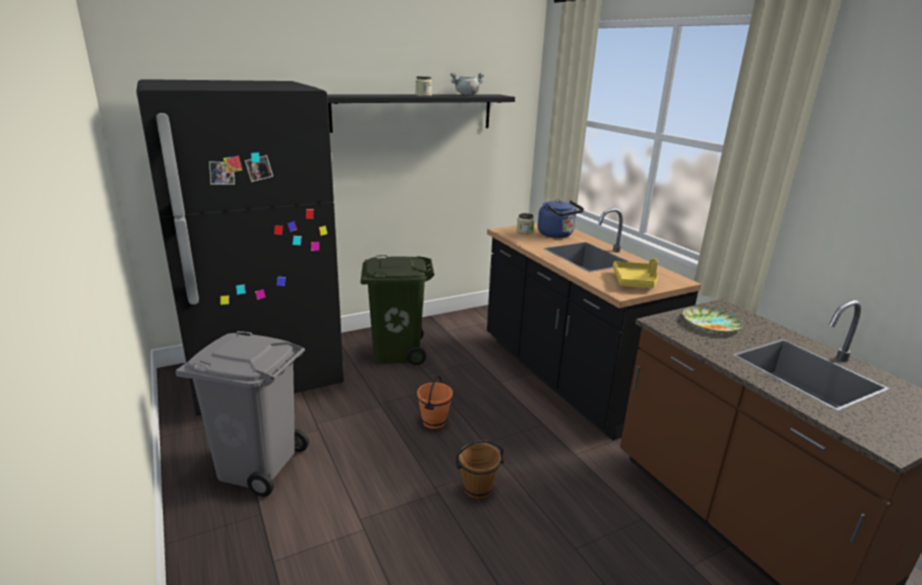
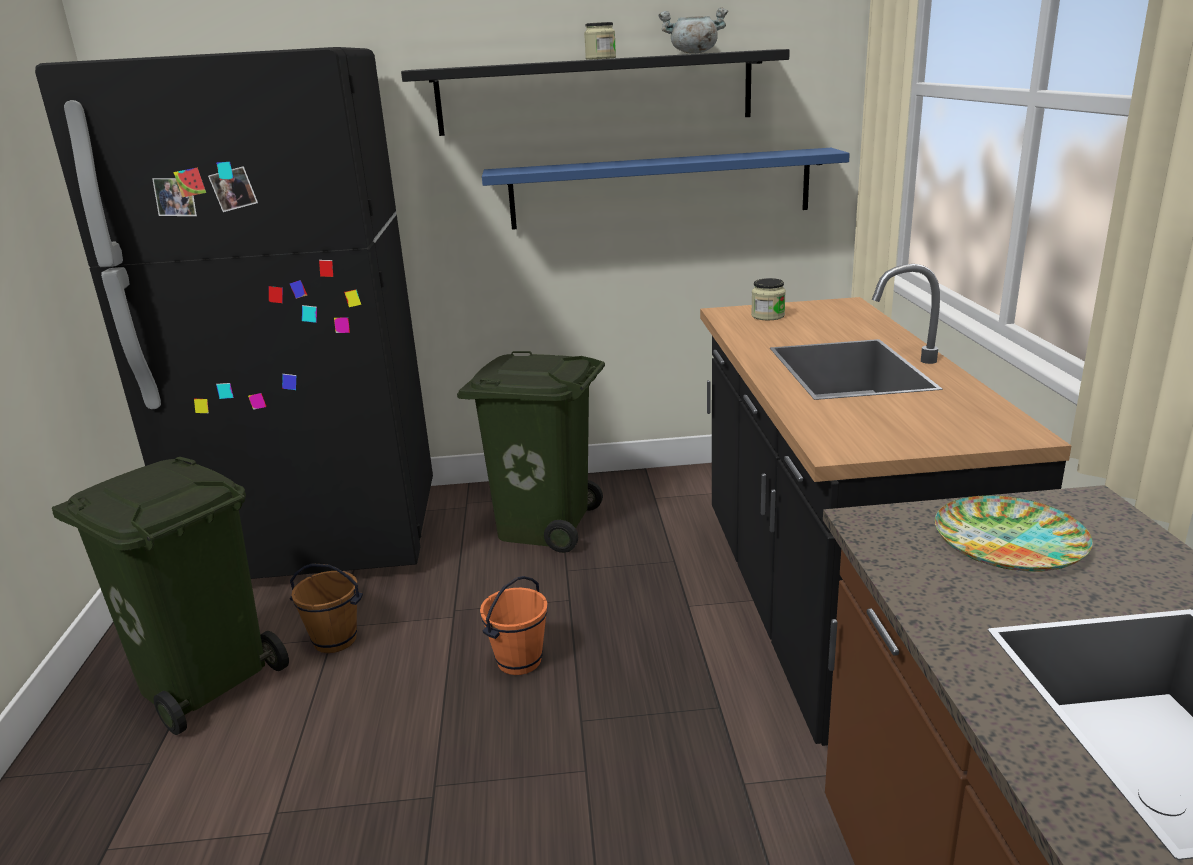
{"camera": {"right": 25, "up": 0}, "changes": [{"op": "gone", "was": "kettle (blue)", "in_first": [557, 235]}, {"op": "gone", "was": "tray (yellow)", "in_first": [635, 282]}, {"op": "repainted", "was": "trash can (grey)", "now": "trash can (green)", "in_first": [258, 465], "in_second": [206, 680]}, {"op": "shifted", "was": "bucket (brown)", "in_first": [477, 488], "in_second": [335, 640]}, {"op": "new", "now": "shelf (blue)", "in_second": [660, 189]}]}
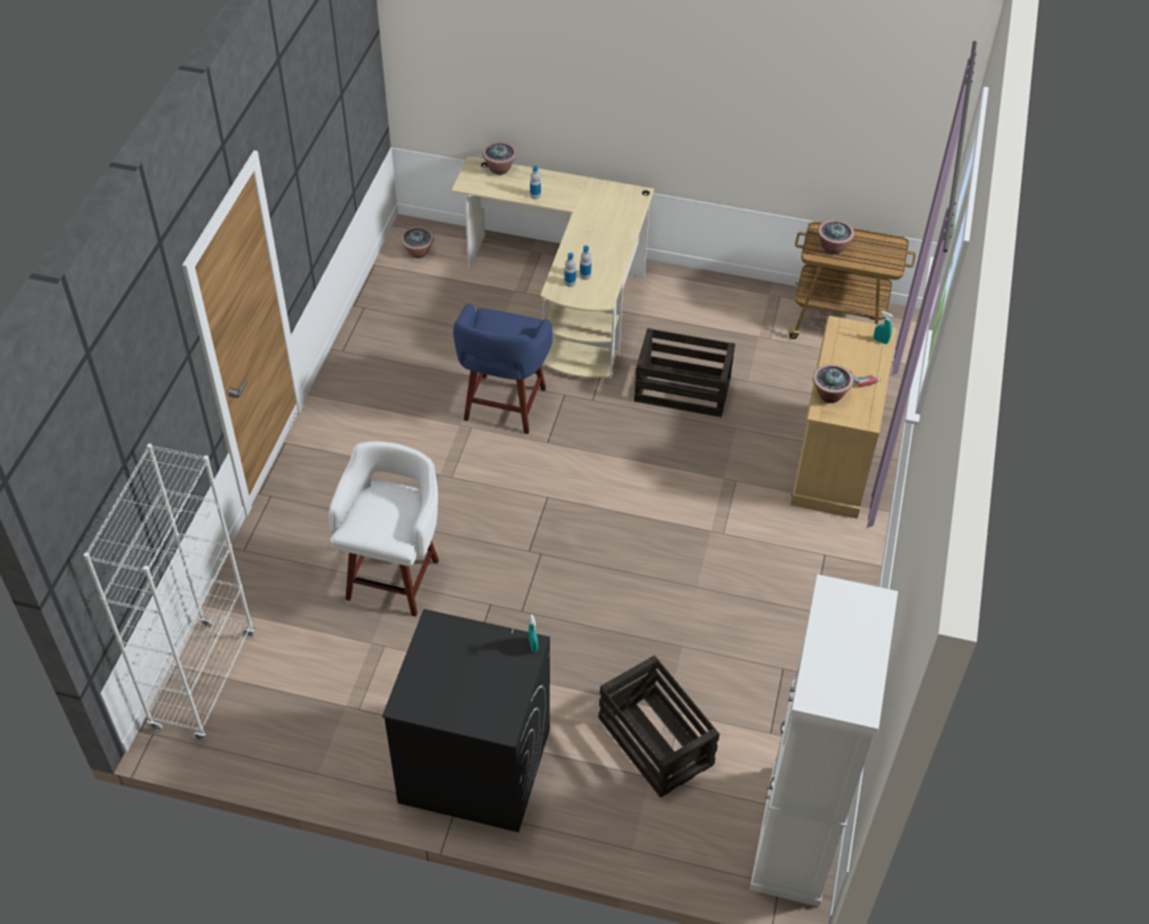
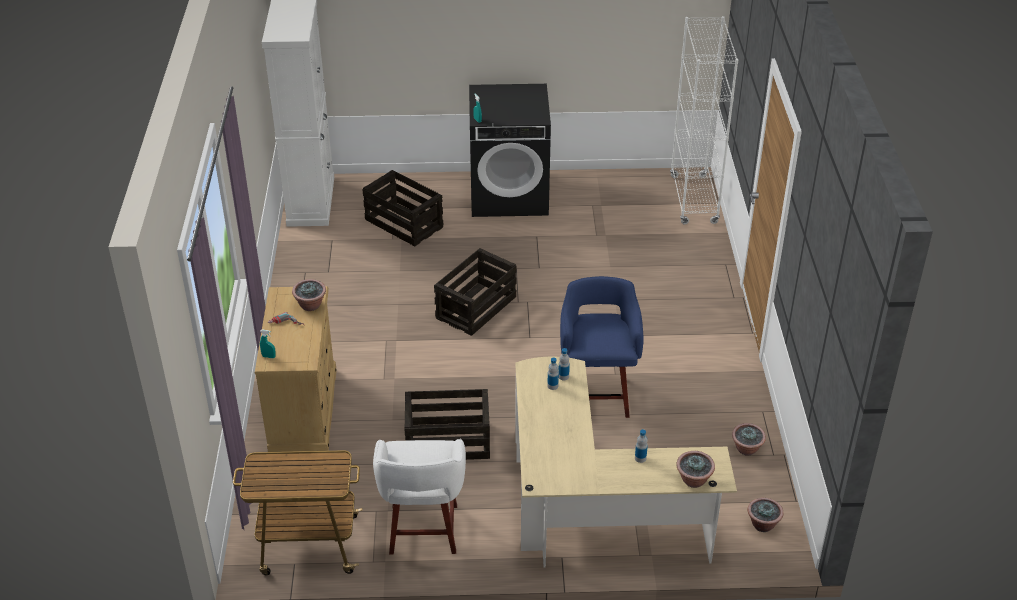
{"camera": {"right": 165, "up": -10}, "changes": [{"op": "shifted", "was": "potted plant", "in_first": [832, 248], "in_second": [746, 449]}, {"op": "shifted", "was": "stool (white)", "in_first": [394, 576], "in_second": [423, 532]}, {"op": "new", "now": "crate", "in_second": [476, 307]}]}
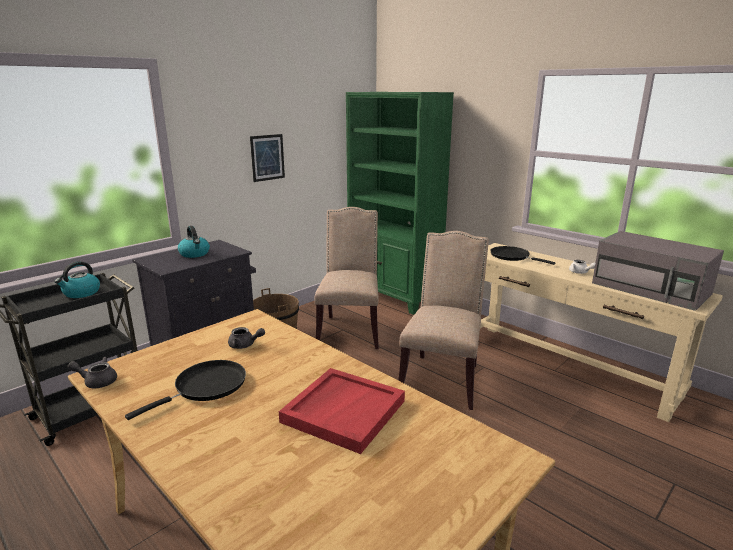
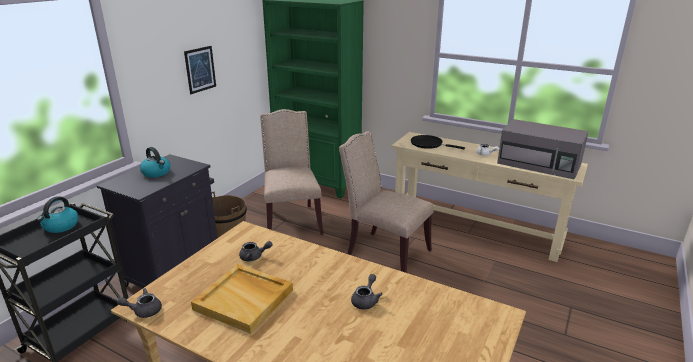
{"camera": {"right": -15, "up": 5}, "changes": [{"op": "rotated", "was": "chair (beige)", "in_first": [442, 378], "in_second": [384, 252], "clockwise": -60}, {"op": "swapped", "was": "frying pan (black)", "now": "tray (beige)", "in_first": [206, 387], "in_second": [245, 299]}, {"op": "swapped", "was": "tray (red)", "now": "teapot (grey)", "in_first": [343, 410], "in_second": [366, 300]}]}
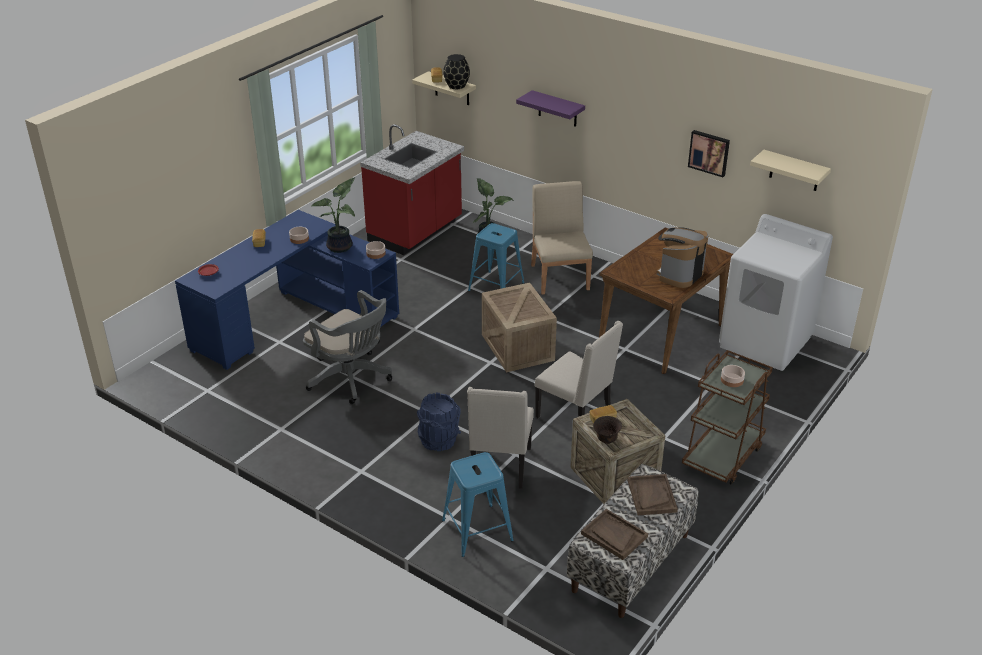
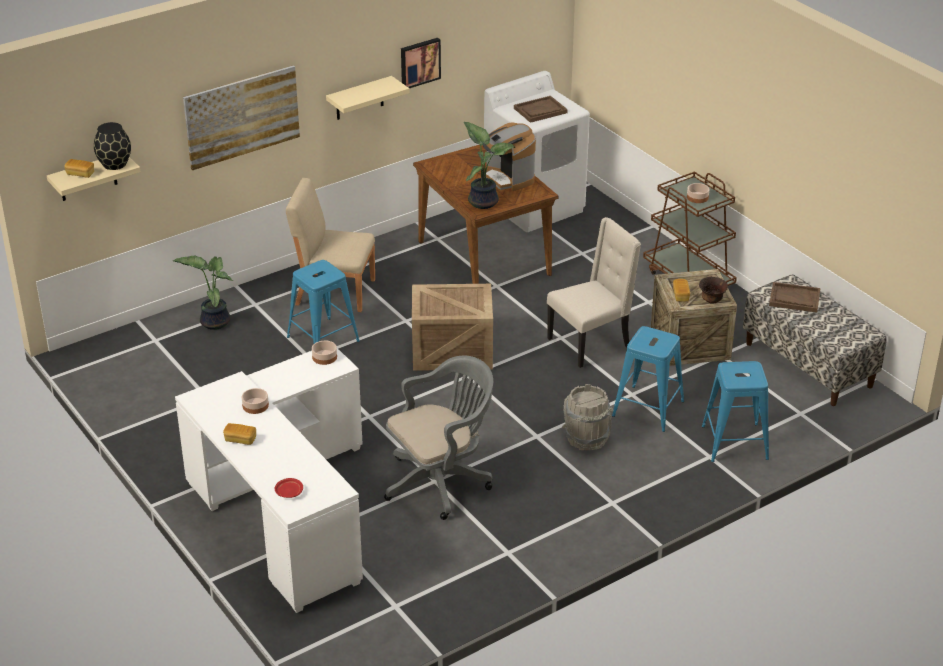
{"camera": {"right": -70, "up": 0}, "changes": [{"op": "swapped", "was": "shelf (purple)", "now": "picture", "in_first": [557, 109], "in_second": [242, 116]}, {"op": "gone", "was": "counter (red)", "in_first": [416, 232]}, {"op": "shifted", "was": "shelf (beige)", "in_first": [794, 171], "in_second": [359, 98]}, {"op": "shifted", "was": "potted plant", "in_first": [341, 247], "in_second": [483, 201]}, {"op": "repainted", "was": "desk (blue)", "now": "desk (white)", "in_first": [293, 319], "in_second": [281, 509]}, {"op": "swapped", "was": "chair (beige)", "now": "stool (blue)", "in_first": [500, 467], "in_second": [648, 408]}, {"op": "repainted", "was": "bucket (blue)", "now": "bucket (grey)", "in_first": [439, 440], "in_second": [586, 439]}, {"op": "shifted", "was": "tray (brown)", "in_first": [614, 535], "in_second": [540, 111]}]}
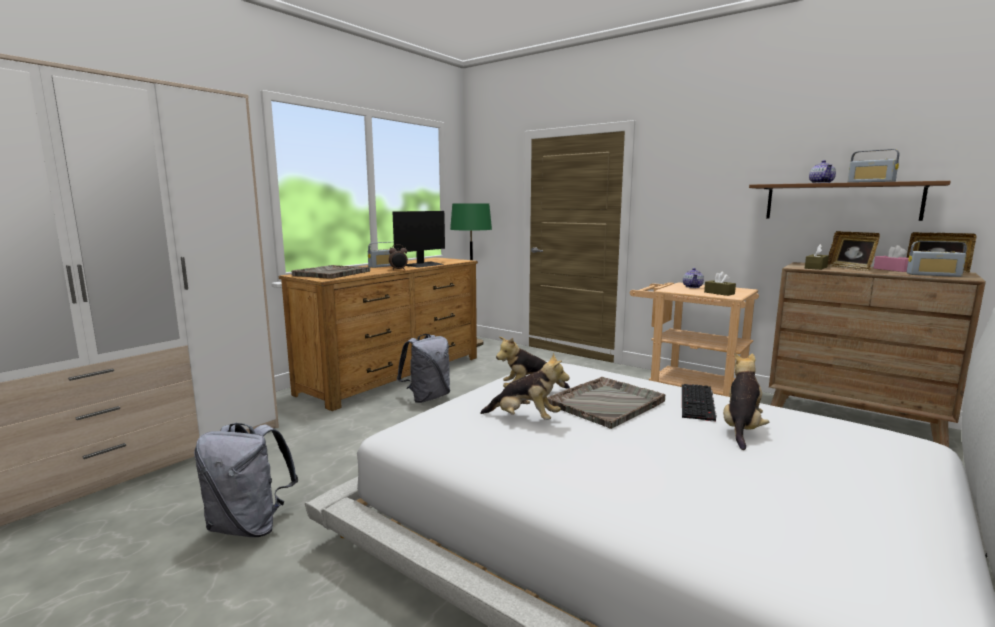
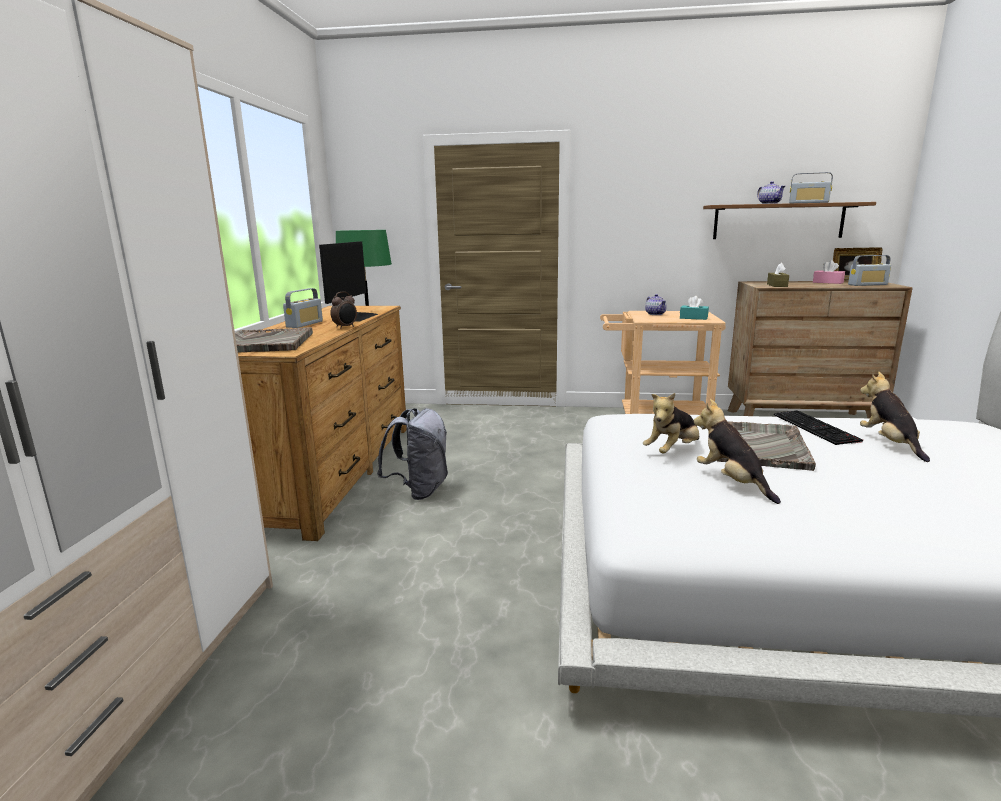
{"camera": {"right": -30, "up": 5}, "changes": [{"op": "gone", "was": "picture frame", "in_first": [850, 268]}, {"op": "repainted", "was": "tissue box (brown)", "now": "tissue box (turquoise)", "in_first": [719, 293], "in_second": [693, 318]}, {"op": "rotated", "was": "plush toy", "in_first": [525, 419], "in_second": [731, 482], "clockwise": -105}, {"op": "gone", "was": "backpack (grey)", "in_first": [250, 526]}]}
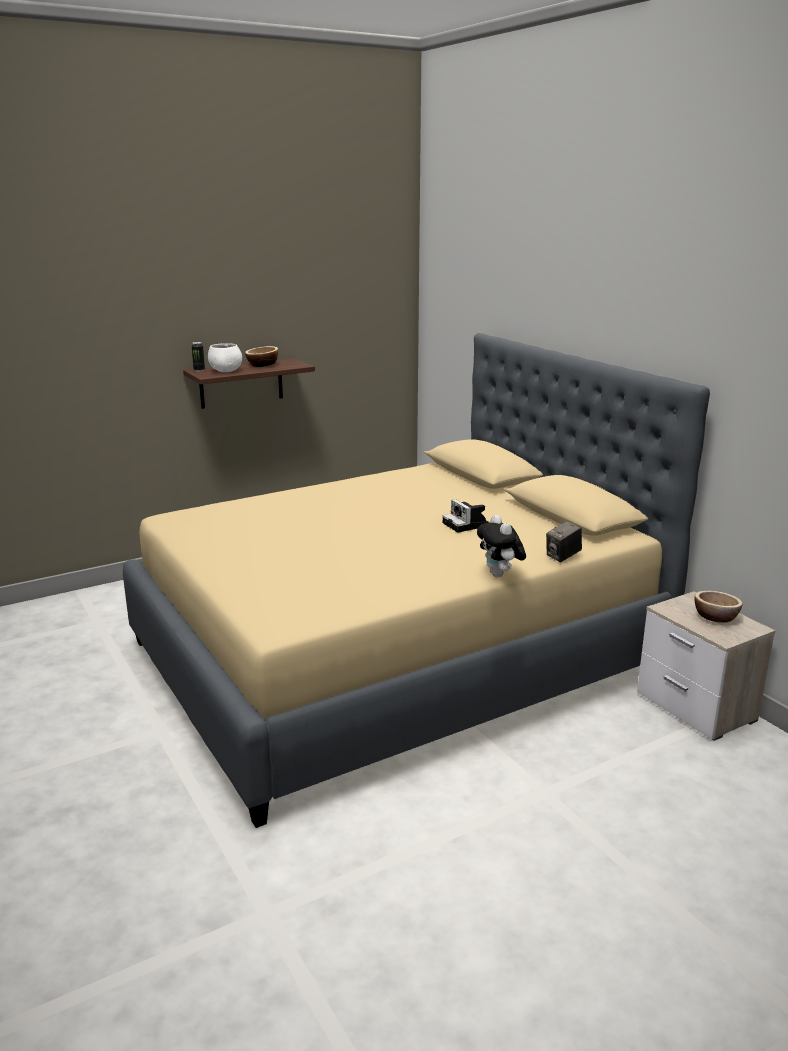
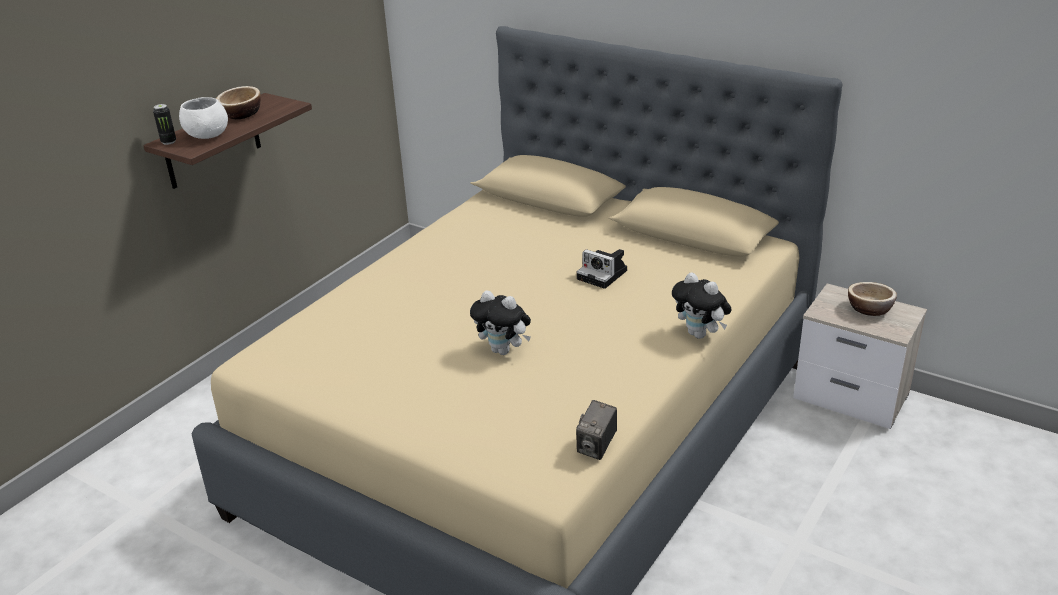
{"camera": {"right": -25, "up": 10}, "changes": [{"op": "shifted", "was": "photo camera", "in_first": [563, 557], "in_second": [596, 447]}, {"op": "new", "now": "plush toy", "in_second": [504, 350]}]}
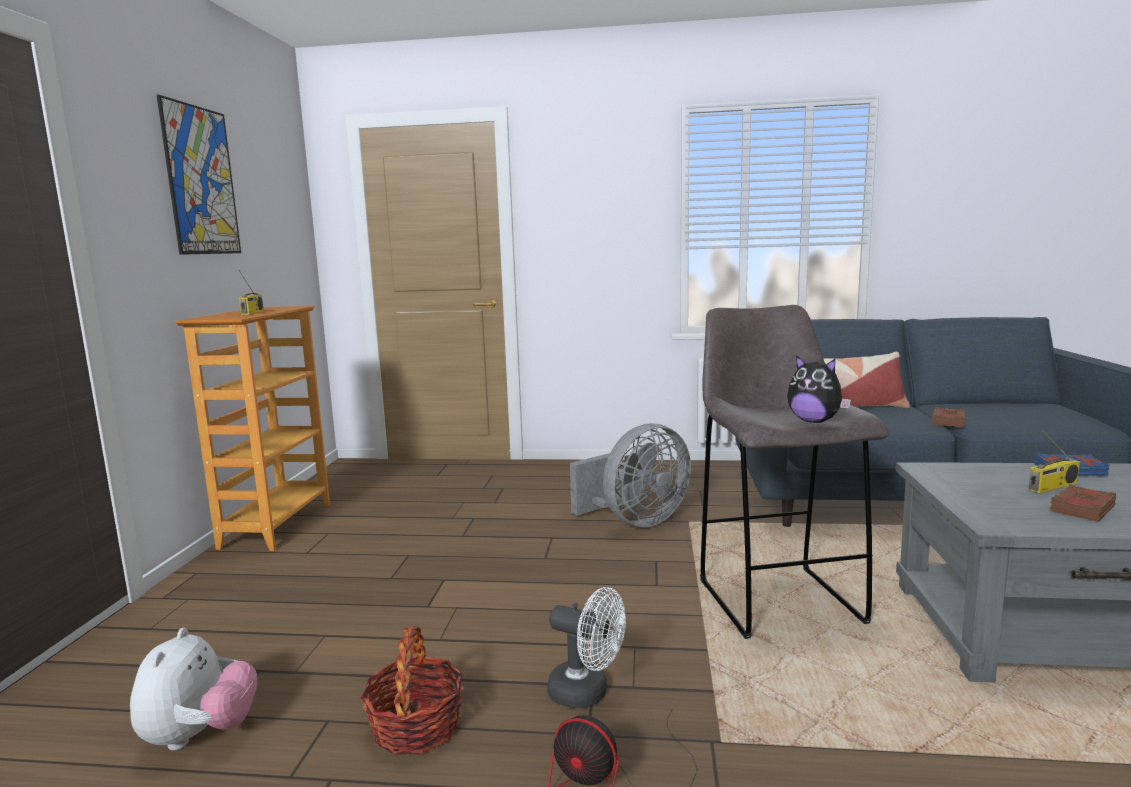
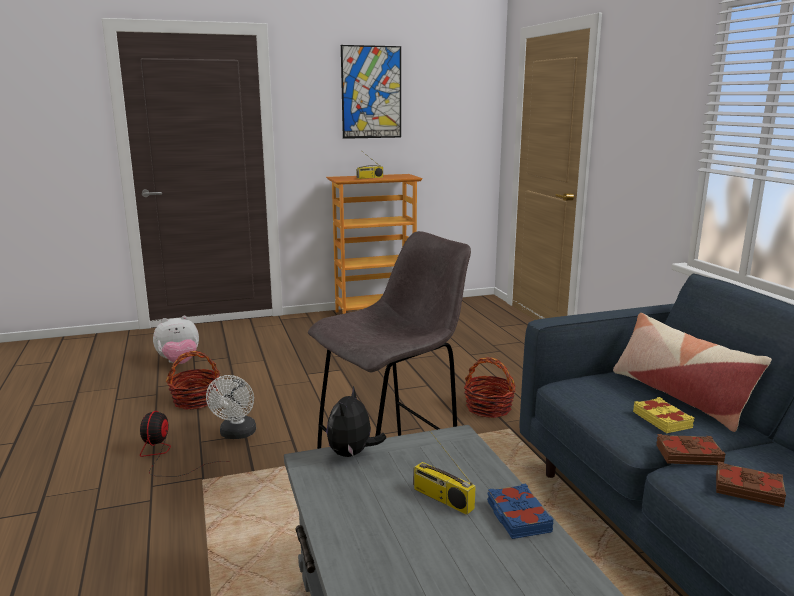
{"camera": {"right": 65, "up": 5}, "changes": [{"op": "shifted", "was": "plush toy", "in_first": [814, 421], "in_second": [352, 454]}, {"op": "swapped", "was": "fan (grey)", "now": "basket", "in_first": [636, 521], "in_second": [489, 408]}, {"op": "shifted", "was": "book (brown)", "in_first": [1081, 509], "in_second": [748, 489]}, {"op": "new", "now": "book (yellow)", "in_second": [662, 420]}]}
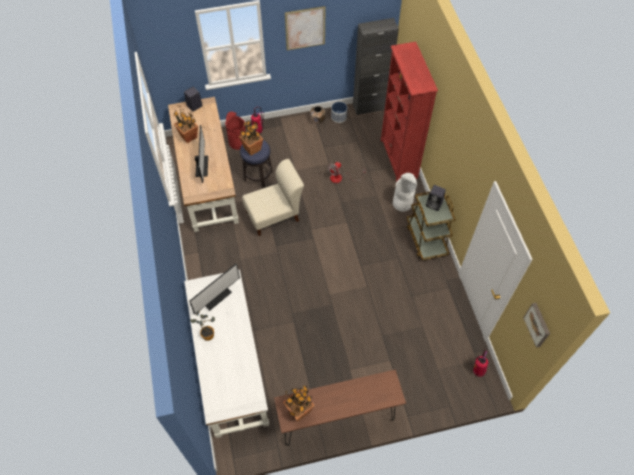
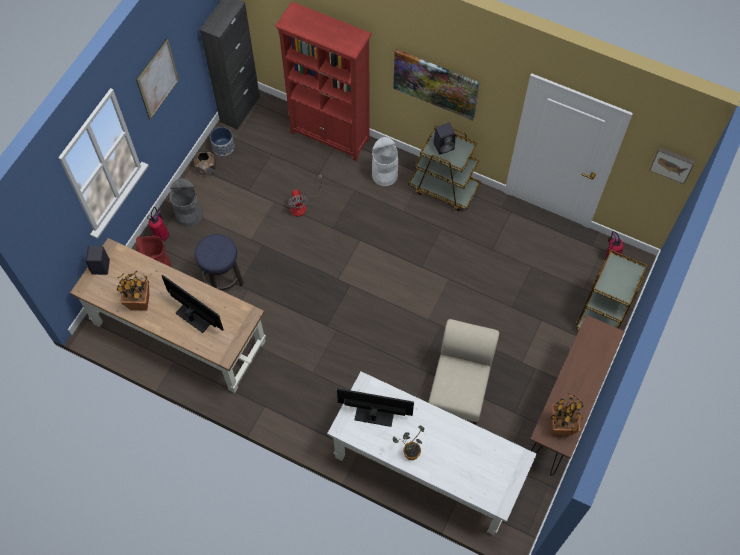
{"camera": {"right": -50, "up": 5}, "changes": [{"op": "gone", "was": "potted plant", "in_first": [252, 149]}, {"op": "shifted", "was": "chair (beige)", "in_first": [274, 215], "in_second": [459, 389]}, {"op": "rotated", "was": "monitor", "in_first": [216, 297], "in_second": [374, 415], "clockwise": -75}, {"op": "new", "now": "picture", "in_second": [435, 84]}, {"op": "new", "now": "trash can (grey)", "in_second": [189, 215]}, {"op": "new", "now": "cart (brown)", "in_second": [603, 311]}]}
